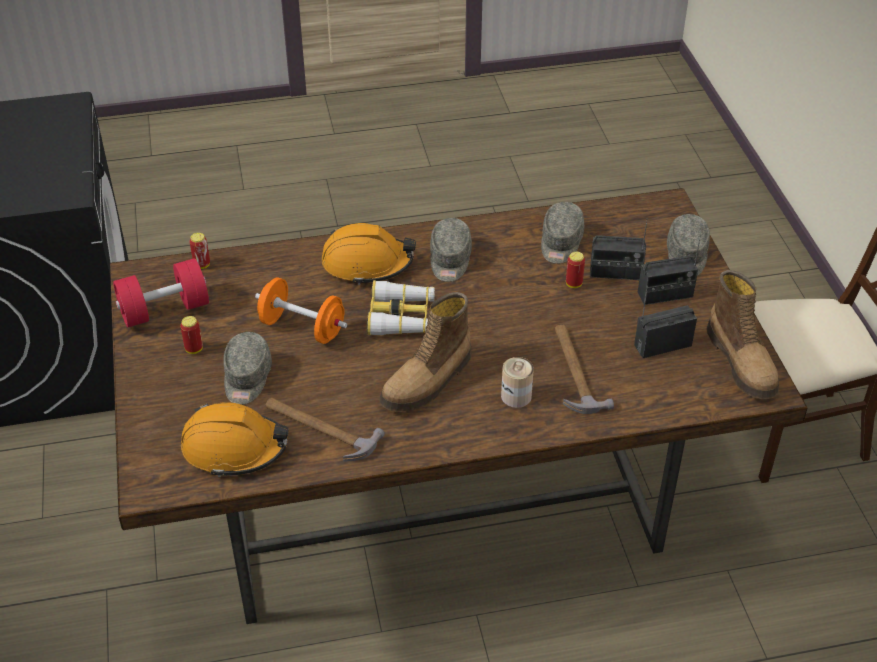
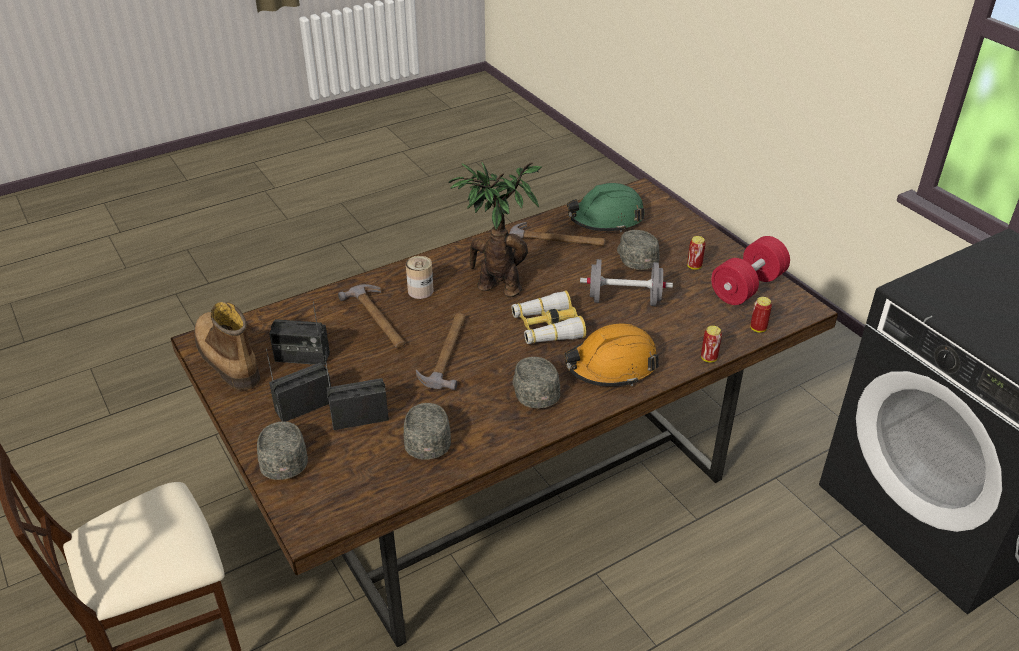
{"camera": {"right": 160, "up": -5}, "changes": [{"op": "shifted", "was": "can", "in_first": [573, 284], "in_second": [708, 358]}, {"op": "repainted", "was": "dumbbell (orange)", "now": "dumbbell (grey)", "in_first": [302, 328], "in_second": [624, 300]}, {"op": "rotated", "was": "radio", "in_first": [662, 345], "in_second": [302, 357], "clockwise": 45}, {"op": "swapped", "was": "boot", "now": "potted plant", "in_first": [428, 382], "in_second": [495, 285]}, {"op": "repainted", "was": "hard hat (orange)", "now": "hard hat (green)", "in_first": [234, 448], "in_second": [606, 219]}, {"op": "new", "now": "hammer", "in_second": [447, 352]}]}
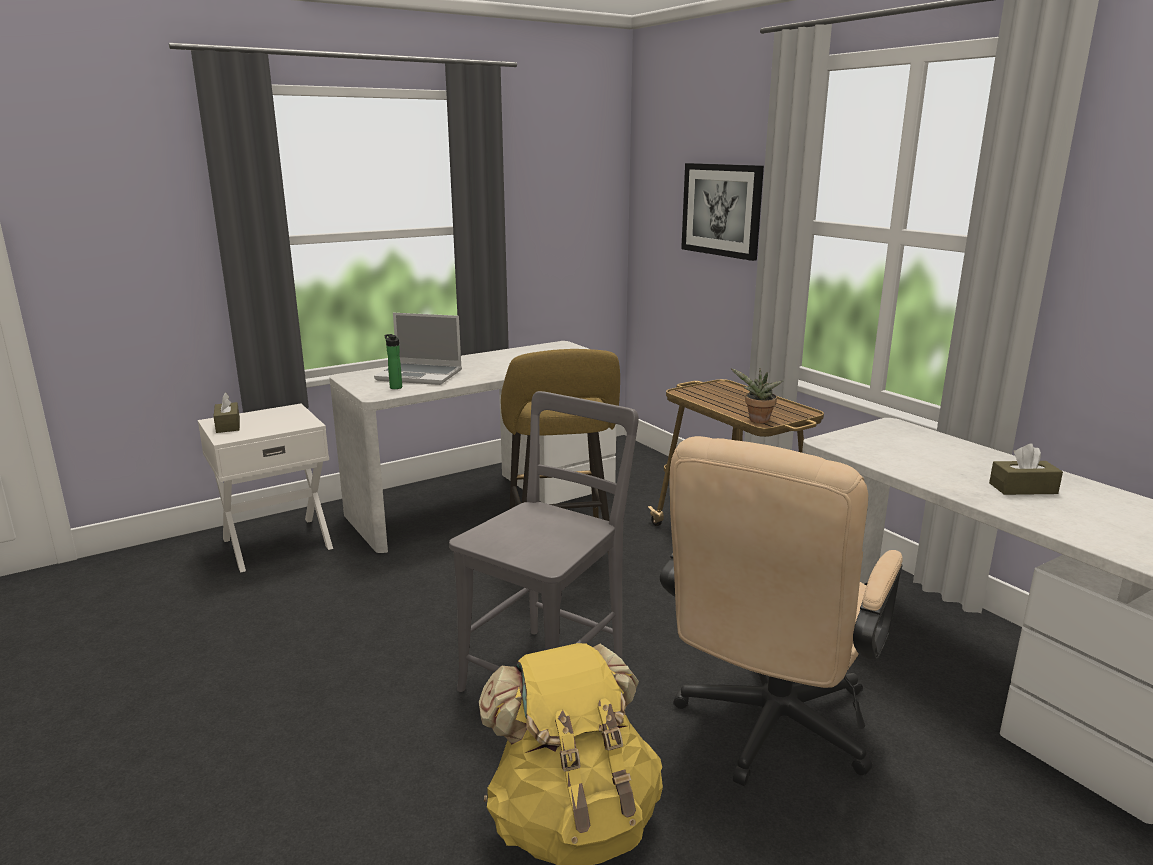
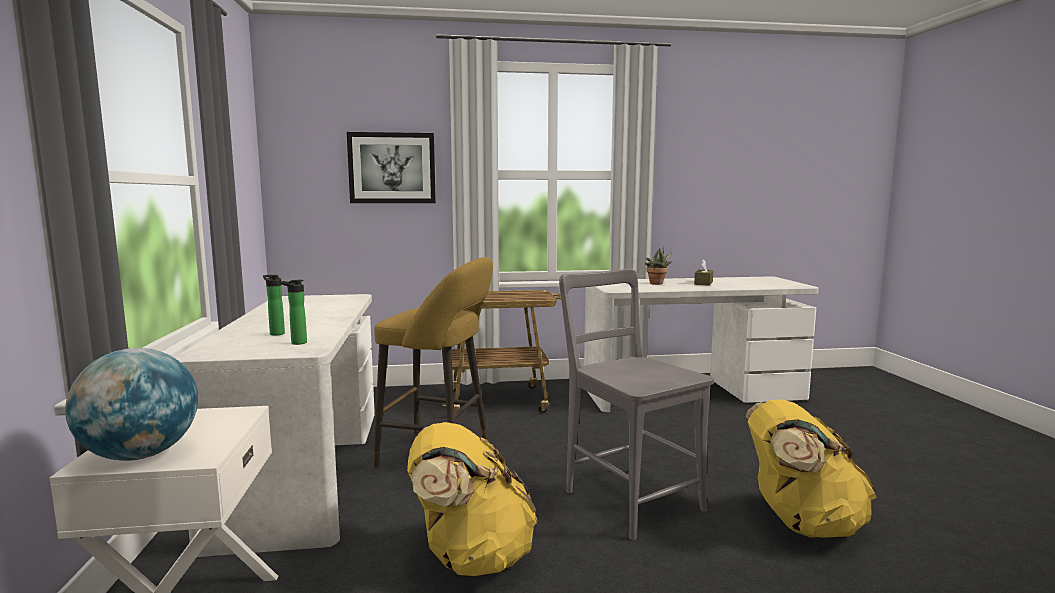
{"camera": {"right": -65, "up": -10}, "changes": [{"op": "swapped", "was": "laptop", "now": "bottle", "in_first": [420, 375], "in_second": [276, 333]}, {"op": "shifted", "was": "potted plant", "in_first": [757, 421], "in_second": [657, 284]}, {"op": "swapped", "was": "tissue box (brown)", "now": "globe", "in_first": [228, 425], "in_second": [140, 455]}, {"op": "gone", "was": "office chair (beige)", "in_first": [767, 731]}, {"op": "new", "now": "backpack (yellow)", "in_second": [471, 557]}]}
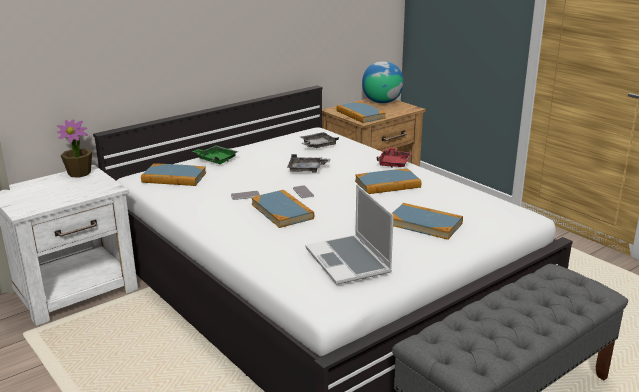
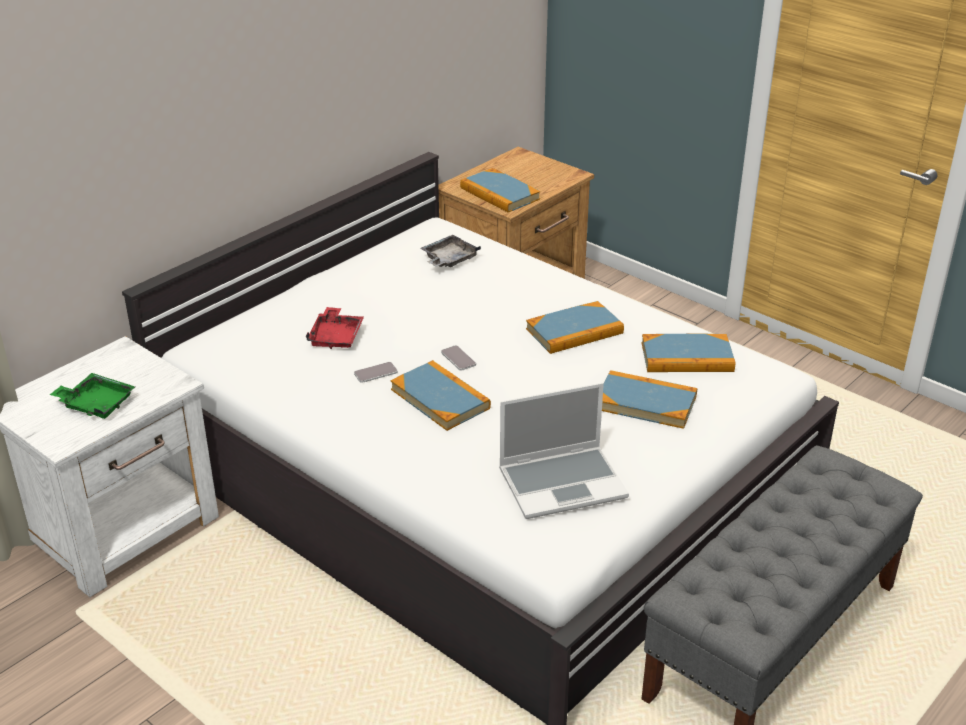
{"camera": {"right": -10, "up": 10}, "changes": [{"op": "gone", "was": "globe", "in_first": [382, 102]}, {"op": "gone", "was": "potted plant", "in_first": [79, 173]}, {"op": "shifted", "was": "tray (green)", "in_first": [216, 159], "in_second": [96, 404]}, {"op": "shifted", "was": "tray (red)", "in_first": [394, 163], "in_second": [336, 337]}, {"op": "gone", "was": "tray (grey)", "in_first": [307, 169]}, {"op": "shifted", "was": "book", "in_first": [174, 178], "in_second": [687, 357]}, {"op": "rotated", "was": "laptop", "in_first": [349, 261], "in_second": [563, 483], "clockwise": -75}]}
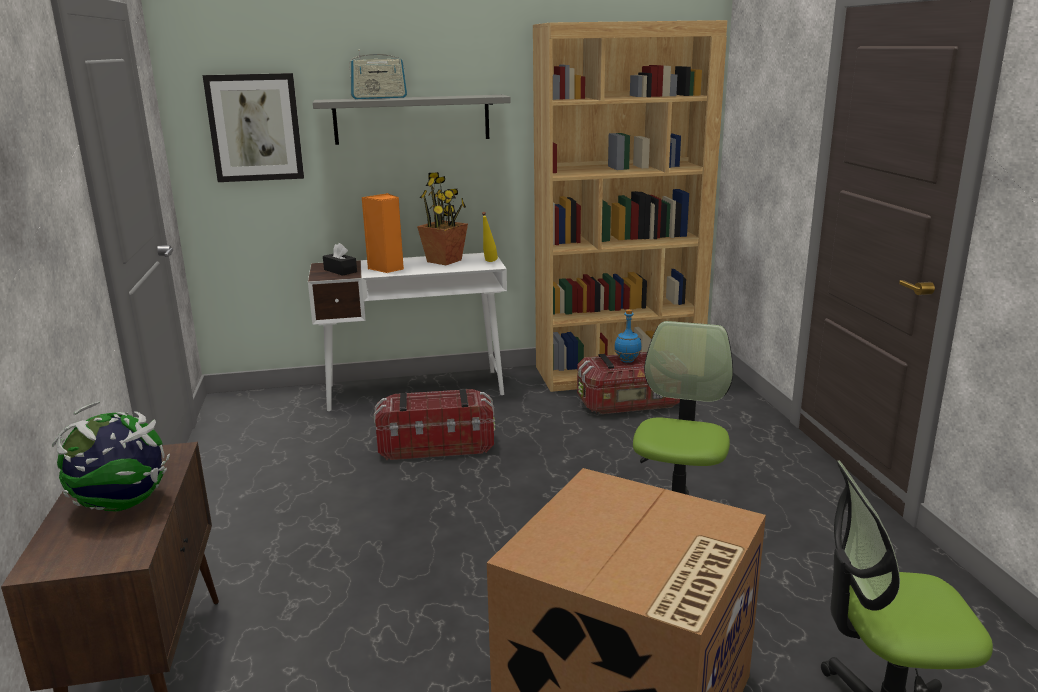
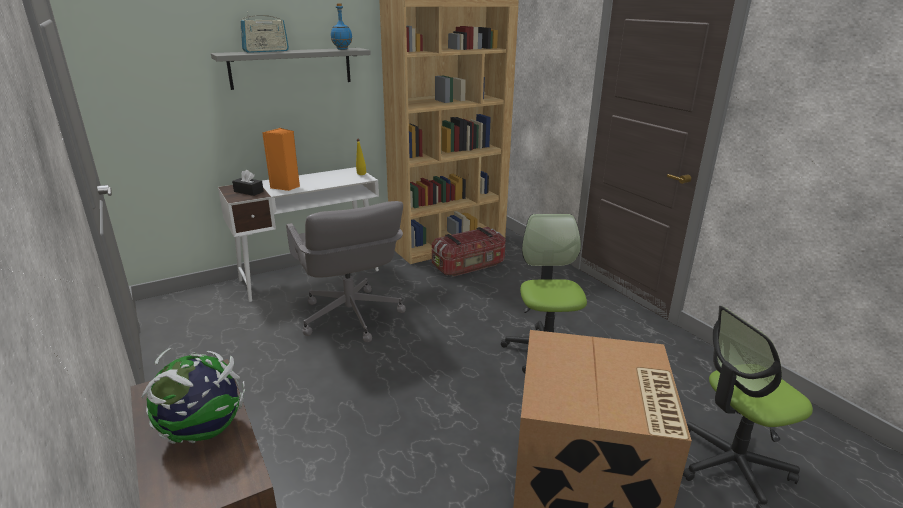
{"camera": {"right": -20, "up": 5}, "changes": [{"op": "gone", "was": "picture", "in_first": [255, 127]}, {"op": "gone", "was": "potted plant", "in_first": [444, 261]}, {"op": "shifted", "was": "bottle (blue)", "in_first": [627, 361], "in_second": [342, 49]}, {"op": "swapped", "was": "storage box", "now": "office chair (grey)", "in_first": [436, 445], "in_second": [350, 317]}]}
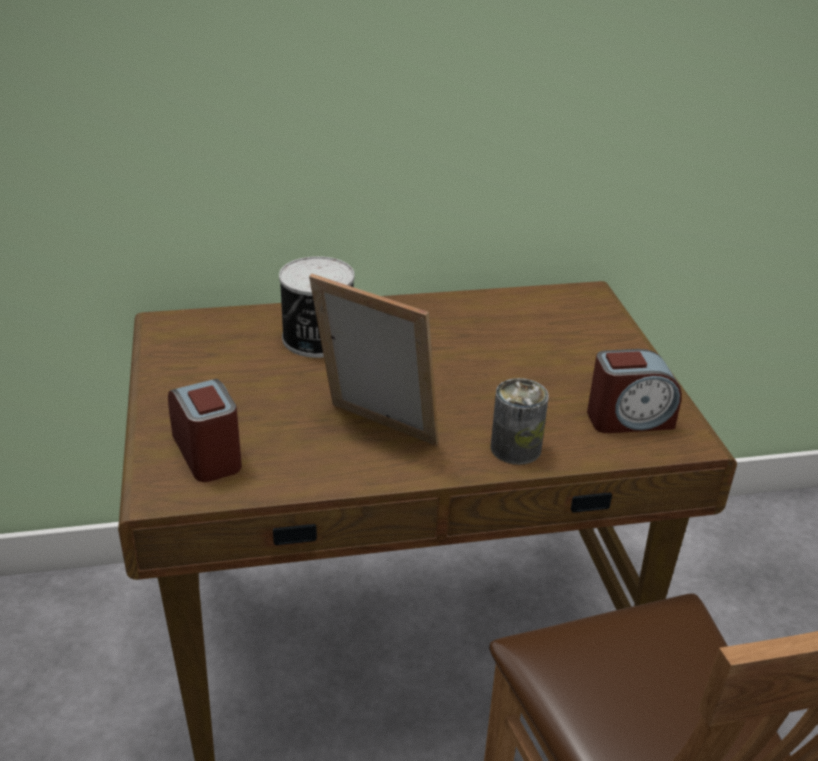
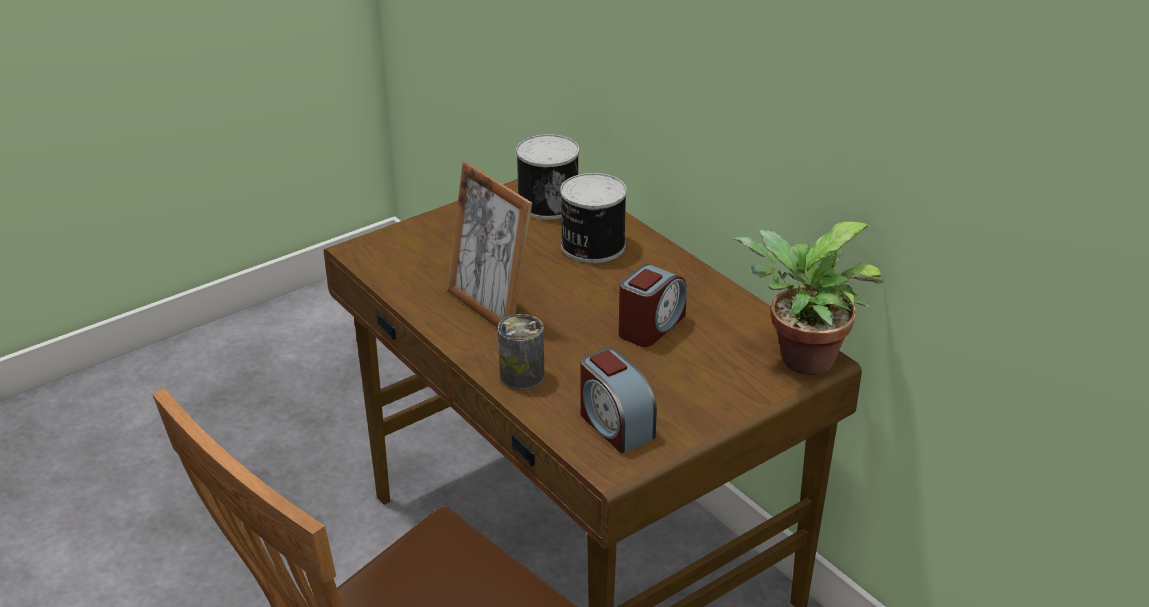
{"camera": {"right": 65, "up": 0}, "changes": [{"op": "rotated", "was": "picture frame", "in_first": [375, 432], "in_second": [490, 307], "clockwise": 135}, {"op": "shifted", "was": "alarm clock", "in_first": [208, 453], "in_second": [651, 326]}, {"op": "new", "now": "can", "in_second": [548, 203]}, {"op": "new", "now": "potted plant", "in_second": [800, 361]}]}
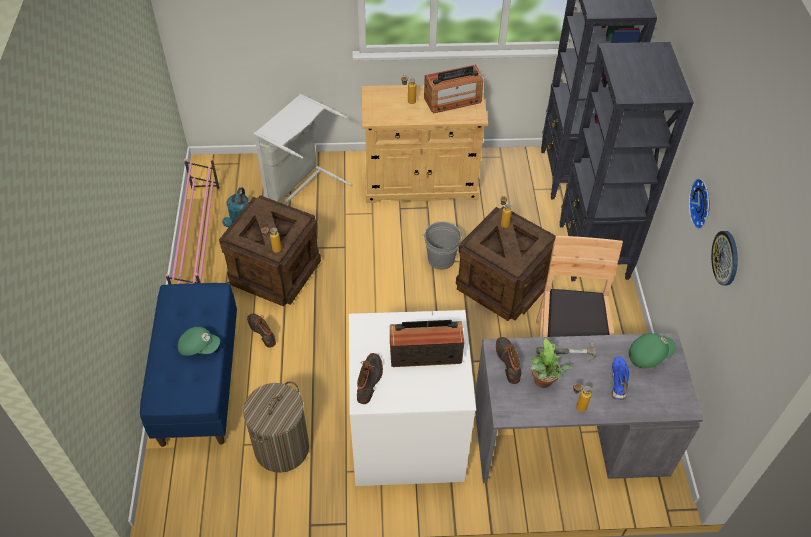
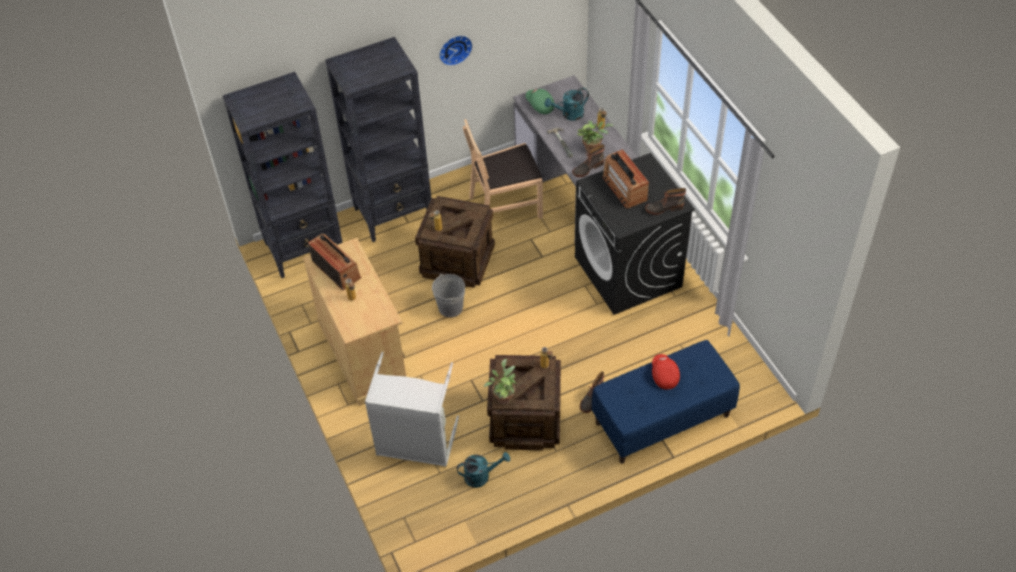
{"camera": {"right": -110, "up": 0}, "changes": [{"op": "gone", "was": "shoe rack (pink)", "in_first": [199, 243]}, {"op": "gone", "was": "wall clock", "in_first": [726, 258]}, {"op": "repainted", "was": "washing machine (white)", "now": "washing machine (black)", "in_first": [406, 437], "in_second": [628, 272]}, {"op": "repainted", "was": "cap (green)", "now": "cap (red)", "in_first": [199, 346], "in_second": [664, 375]}, {"op": "swapped", "was": "shoe (blue)", "now": "watering can (turquoise)", "in_first": [619, 380], "in_second": [569, 114]}, {"op": "gone", "was": "laundry basket", "in_first": [281, 448]}, {"op": "new", "now": "potted plant", "in_second": [503, 396]}]}
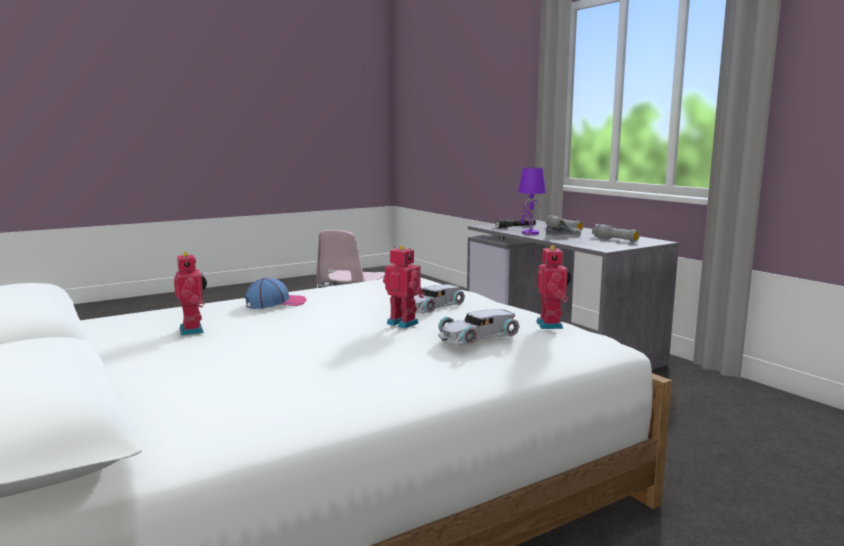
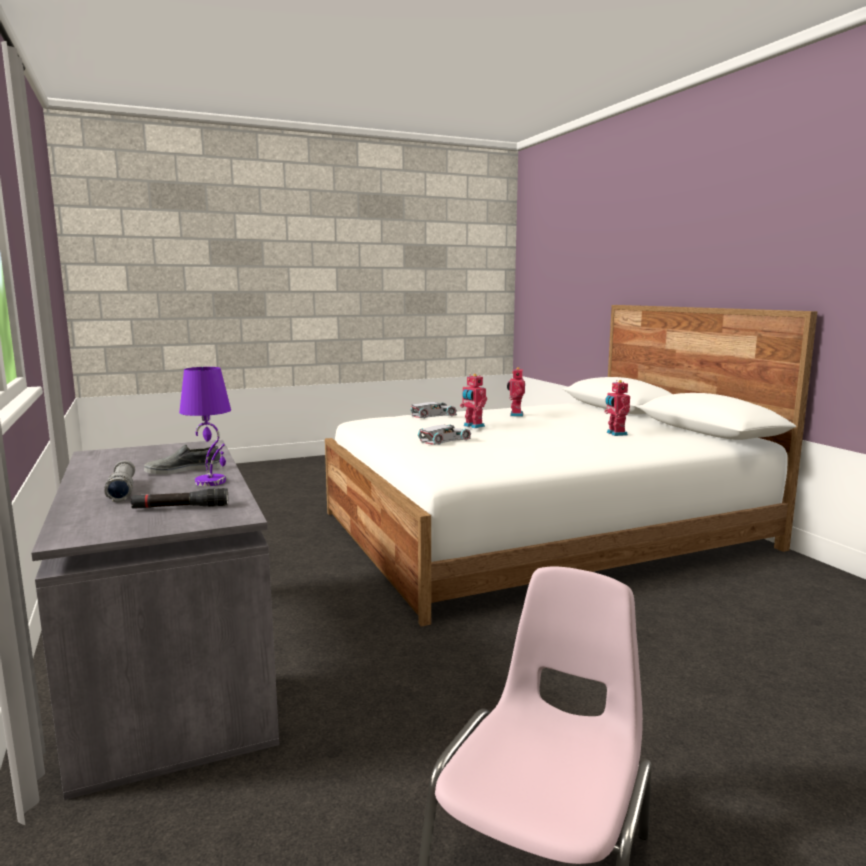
{"camera": {"right": -170, "up": 0}, "changes": [{"op": "gone", "was": "flashlight (grey)", "in_first": [615, 239]}, {"op": "shifted", "was": "toy robot", "in_first": [551, 325], "in_second": [515, 415]}, {"op": "gone", "was": "cap", "in_first": [276, 303]}]}
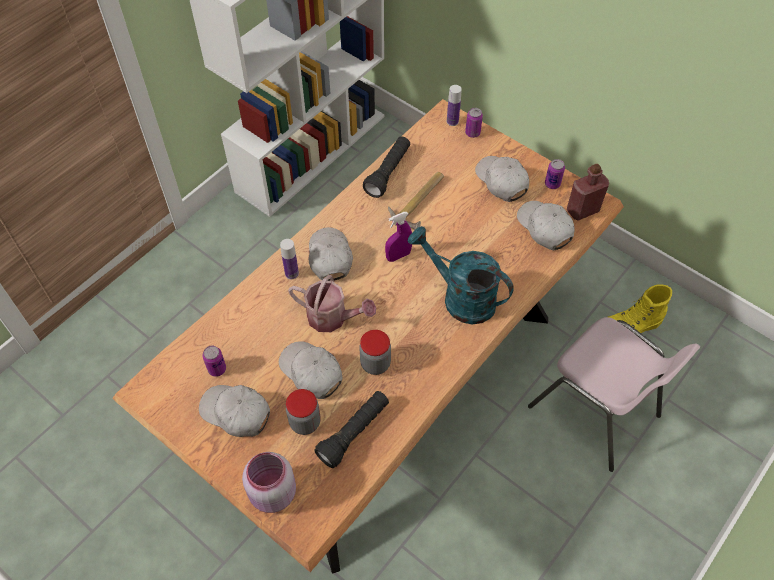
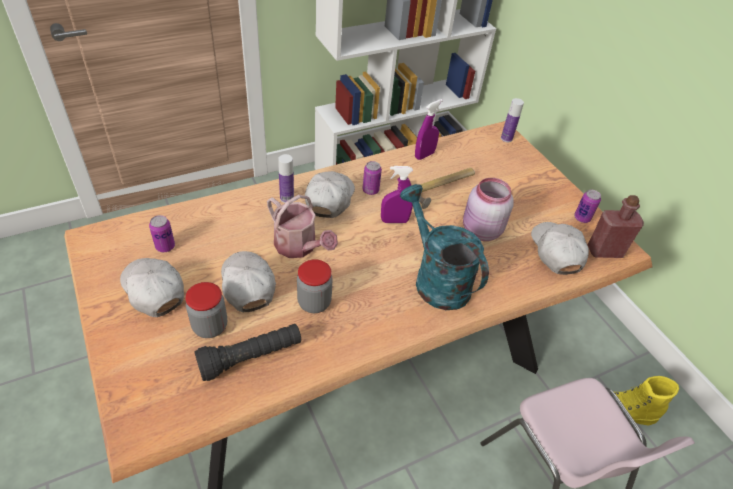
{"camera": {"right": 20, "up": -10}, "changes": [{"op": "shifted", "was": "can", "in_first": [472, 133], "in_second": [370, 190]}, {"op": "swapped", "was": "flashlight (black)", "now": "spray bottle (purple)", "in_first": [388, 173], "in_second": [424, 155]}, {"op": "gone", "was": "cap (white)", "in_first": [501, 181]}, {"op": "shifted", "was": "jar (pink)", "in_first": [272, 494], "in_second": [480, 231]}]}
